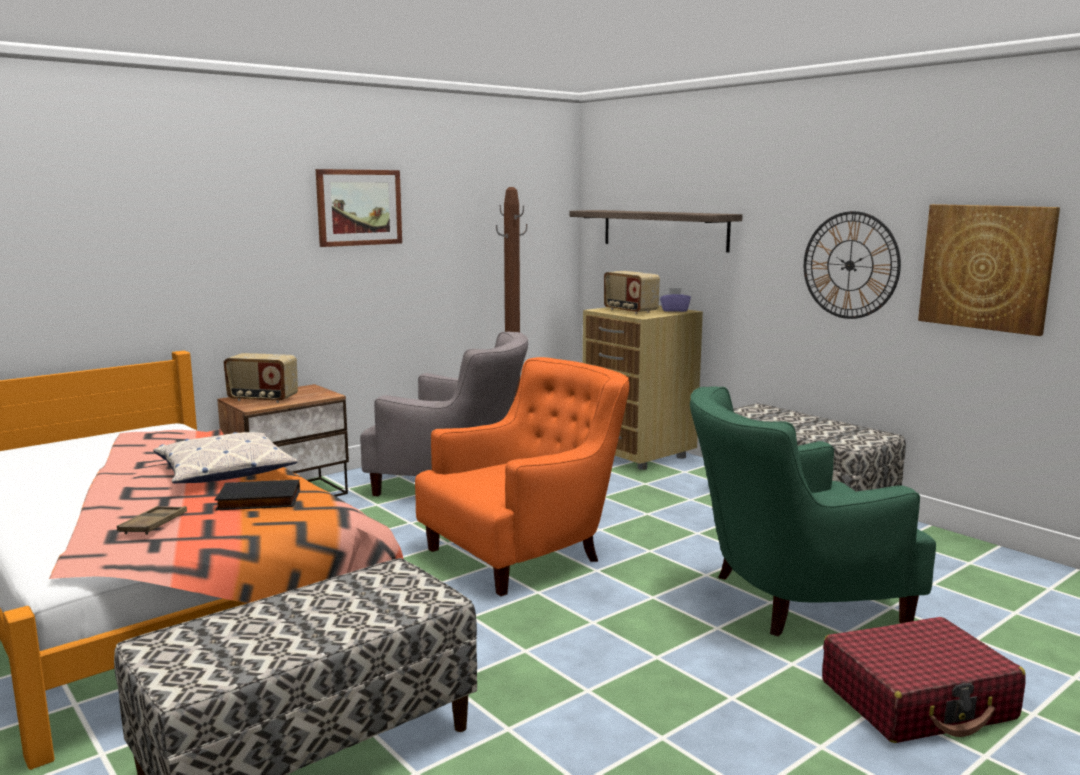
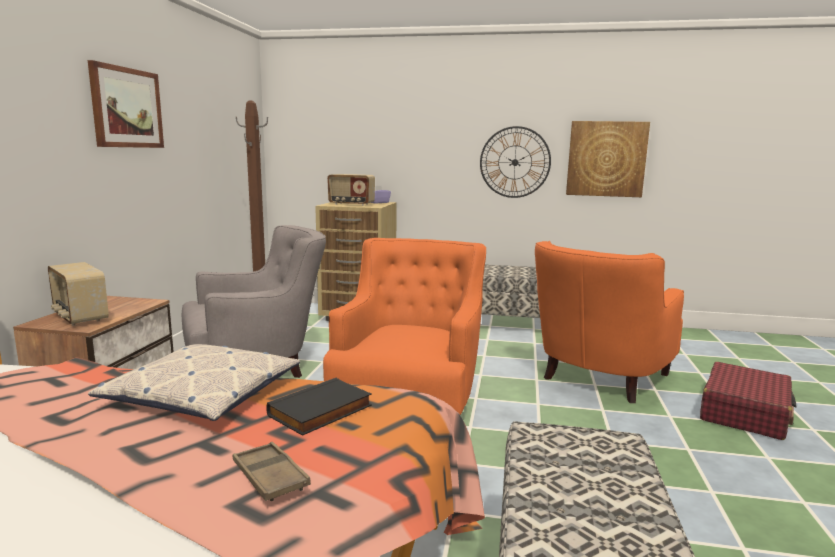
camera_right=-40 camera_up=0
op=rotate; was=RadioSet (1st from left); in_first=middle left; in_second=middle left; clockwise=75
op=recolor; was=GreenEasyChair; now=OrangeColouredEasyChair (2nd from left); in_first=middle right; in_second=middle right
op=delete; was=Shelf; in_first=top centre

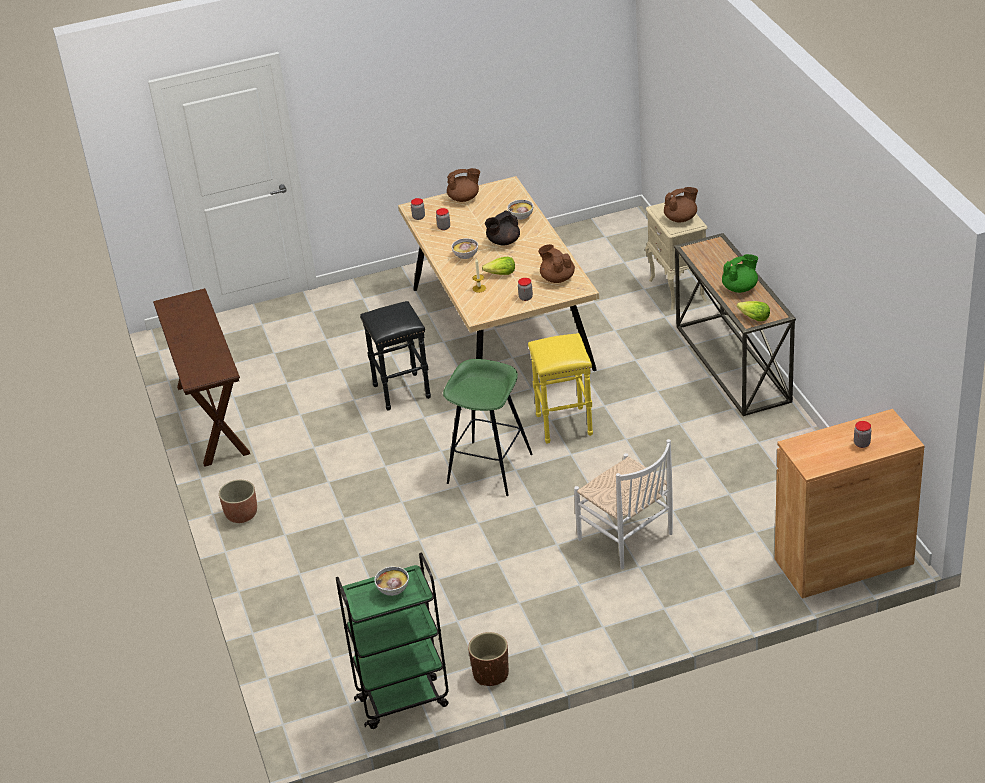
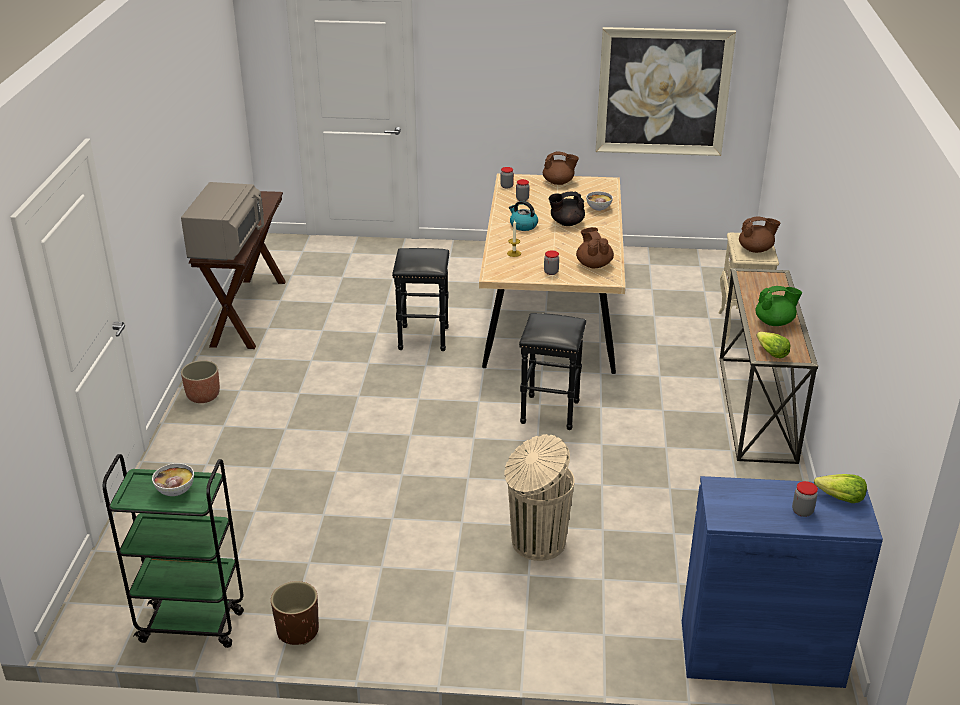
camera_right=20 camera_up=-5
op=insert; now=GrayKitchenMicrowave; in_second=top left
op=replace; was=WhitePlainChair; now=BeigeRubbishBin; in_first=centre; in_second=bottom centre
op=replace; was=Bowl (2nd from left); now=Kettle; in_first=top centre; in_second=top centre
op=recolor; was=YellowStoolSeat; now=BlackStoolSeat (2nd from left); in_first=centre; in_second=centre
op=insert; now=WallPicture; in_second=top right
op=recolor; was=BrownCupboard; now=BluishCupboard; in_first=middle right; in_second=bottom right
op=move; was=Lettuce (1st from left in the first image); now=Lettuce (2nd from left); in_first=centre; in_second=bottom right
op=delete; was=GreenStoolSeat; in_first=centre

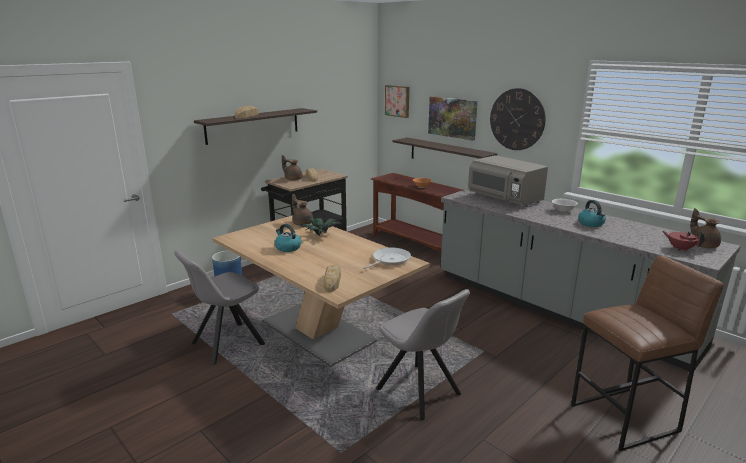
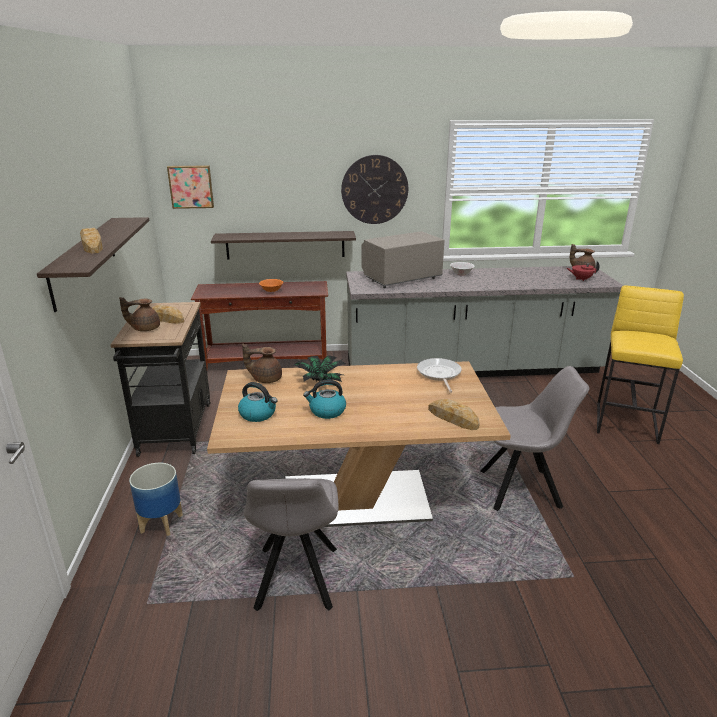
camera_right=-50 camera_up=5
op=move; was=Kettle (2nd from left in the first image); now=Kettle (1st from left); in_first=middle right; in_second=centre
op=rotate; was=GrayKitchenMicrowave; in_first=middle right; in_second=centre; clockwise=150
op=recolor; was=BrownStoolSeat; now=YellowStoolSeat; in_first=bottom right; in_second=middle right
op=delete; was=WallPicture (2nd from left); in_first=top centre

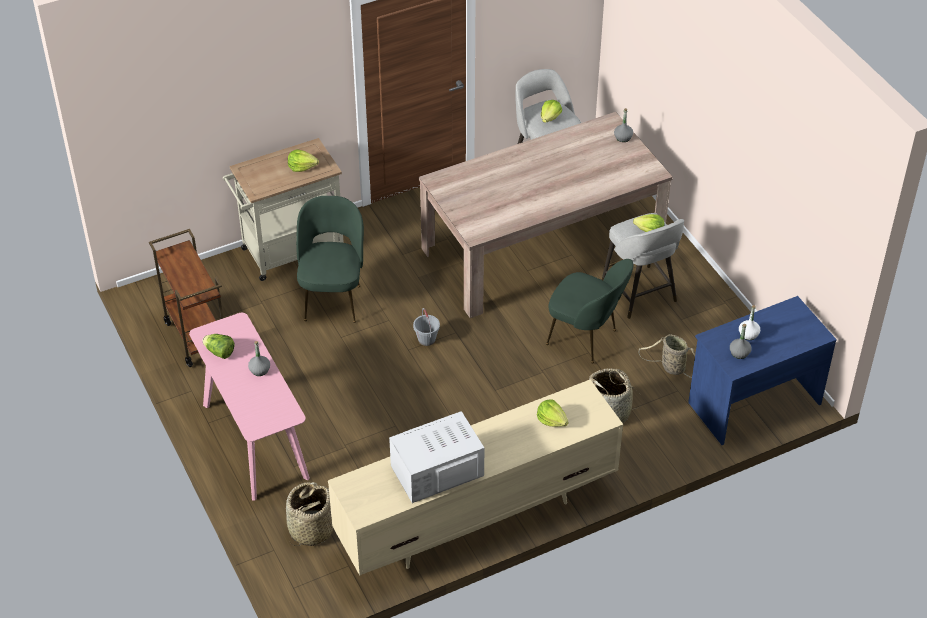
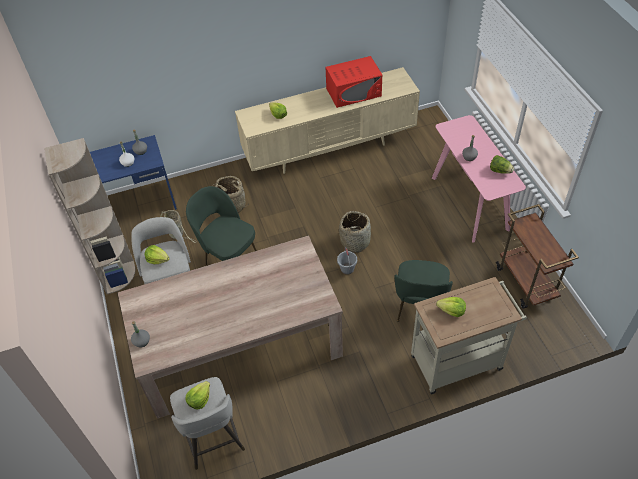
camera_right=-170 camera_up=5
op=insert; now=BeigeShelvingUnit; in_second=middle left
op=recolor; was=WhiteKitchenMicrowave; now=RedKitchenMicrowave; in_first=bottom centre; in_second=top centre
op=move; was=StorageBasket (1st from left in the first image); now=StorageBasket (3rd from left); in_first=bottom centre; in_second=centre

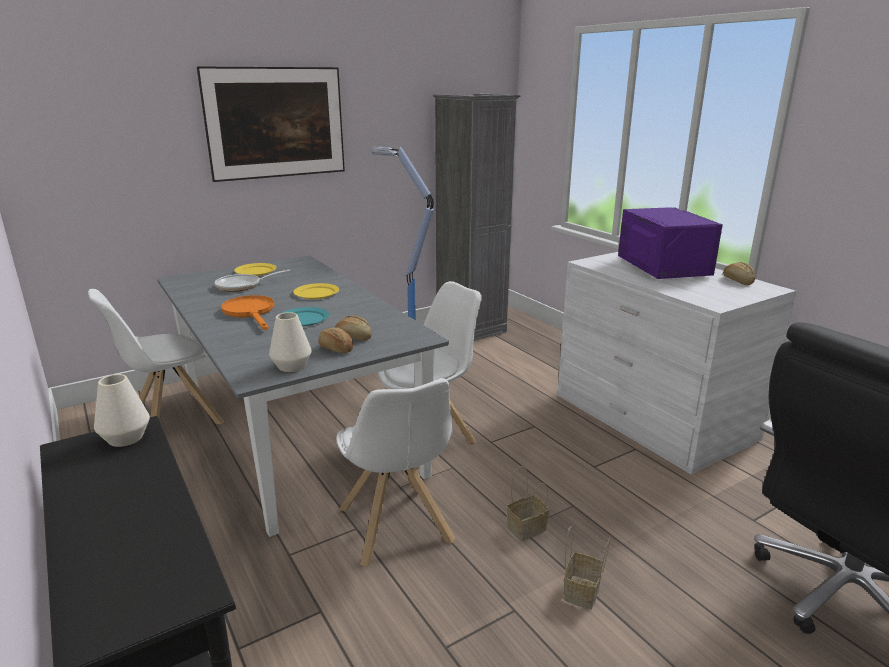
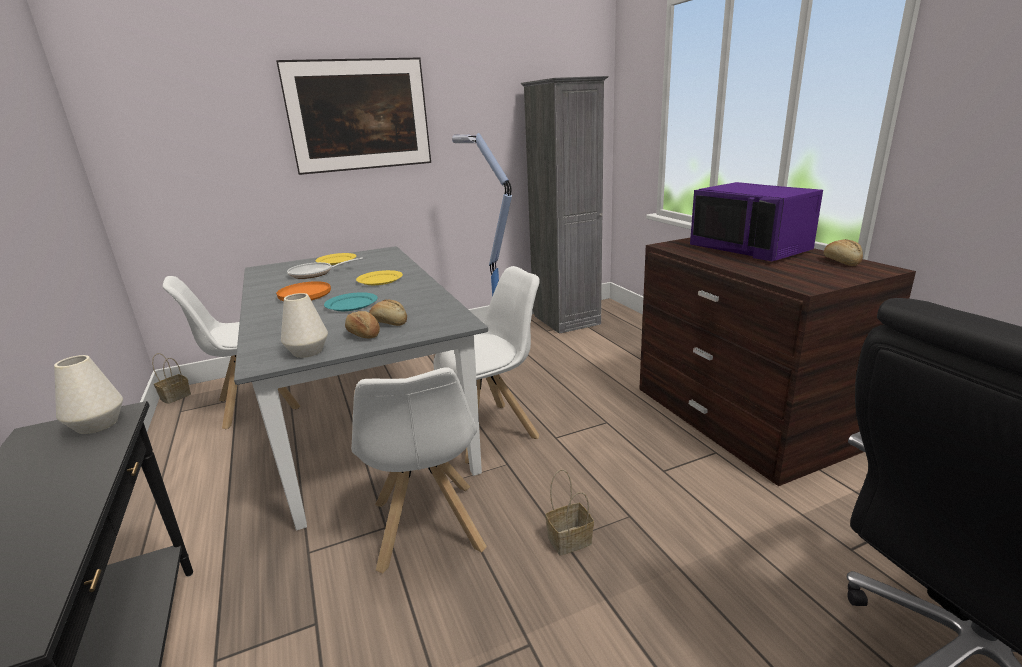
camera_right=10 camera_up=0
op=move; was=StorageBasket (2nd from left in the first image); now=StorageBasket (1st from left); in_first=bottom centre; in_second=middle left
op=recolor; was=WhiteChestOfDrawers; now=BrownChestOfDrawers; in_first=middle right; in_second=middle right
op=rotate; was=PurplishKitchenMicrowave; in_first=middle right; in_second=top right; clockwise=150

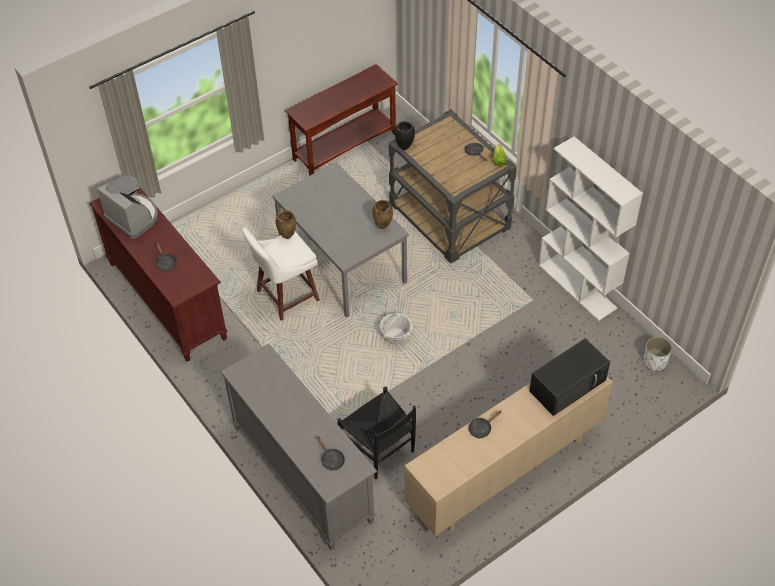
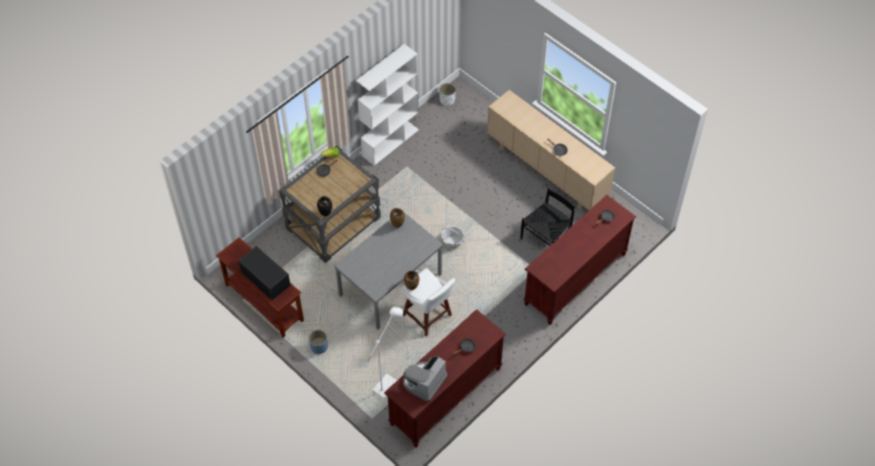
camera_right=-100 camera_up=5
op=move; was=BlackKitchenMicrowave; in_first=middle right; in_second=middle left
op=insert; now=BluishFlowerPot; in_second=bottom centre
op=insert; now=WhiteFloorLamp; in_second=bottom centre
op=recolor; was=GrayChestOfDrawers; now=RedChestOfDrawers (2nd from left); in_first=bottom centre; in_second=centre

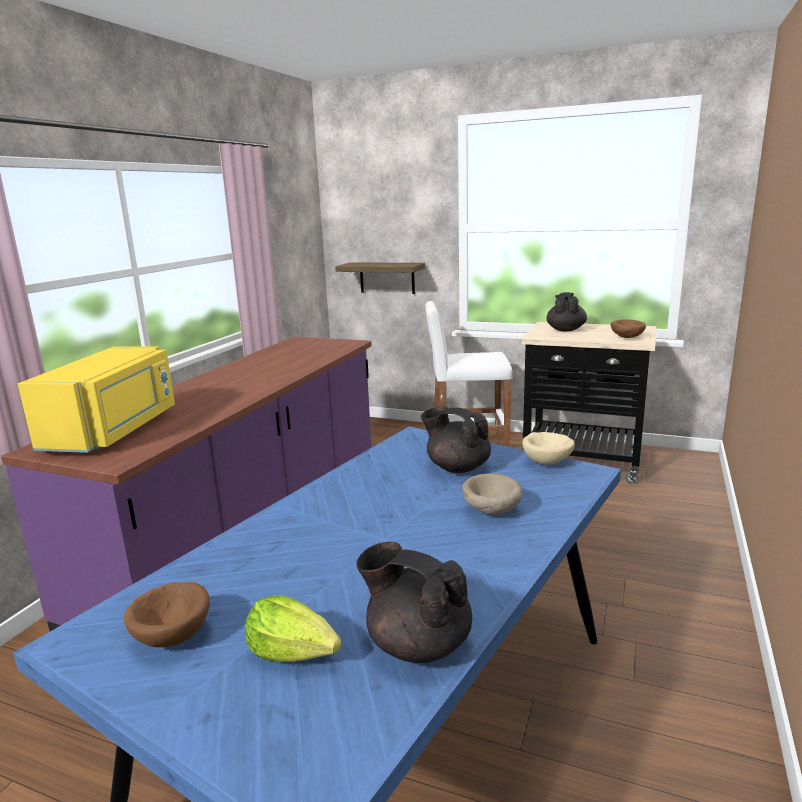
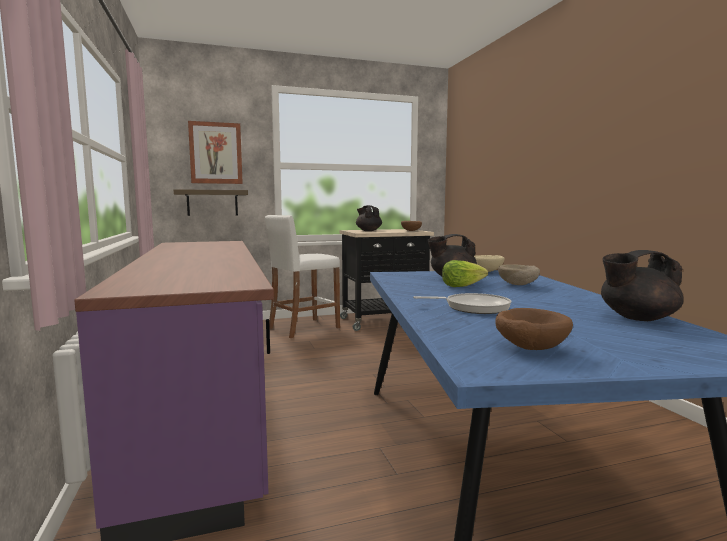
camera_right=-40 camera_up=-10
op=insert; now=WallPicture; in_second=top left
op=insert; now=Skillet; in_second=centre
op=move; was=Lettuce; in_first=bottom centre; in_second=centre
op=delete; was=YellowKitchenMicrowave; in_first=middle left

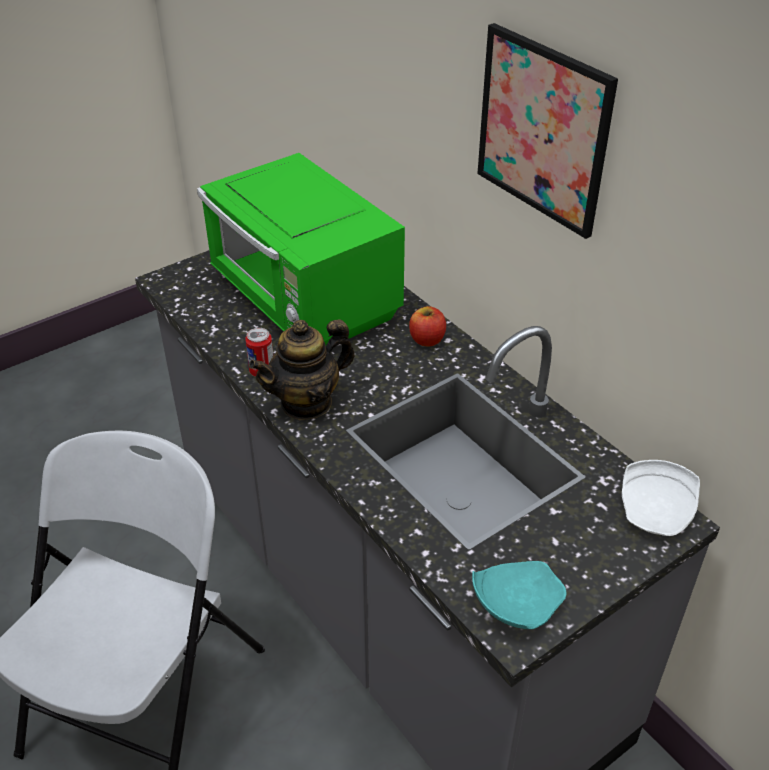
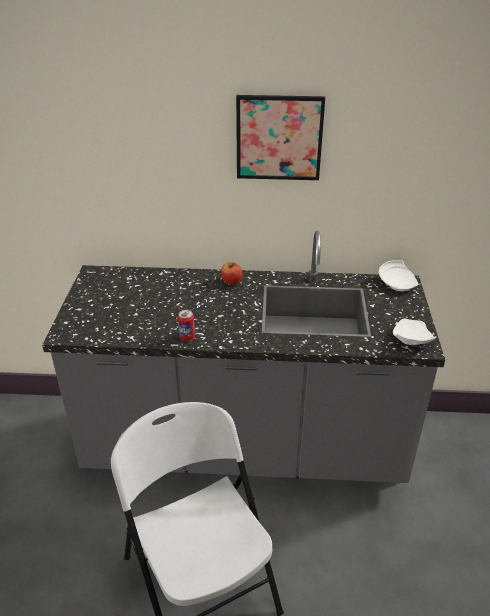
camera_right=-50 camera_up=-5
op=recolor; was=TurquoiseColouredPlate; now=WhitePlate (2nd from left); in_first=bottom right; in_second=middle right
op=delete; was=GreenKitchenMicrowave; in_first=top centre
op=delete; was=TeaPot; in_first=centre

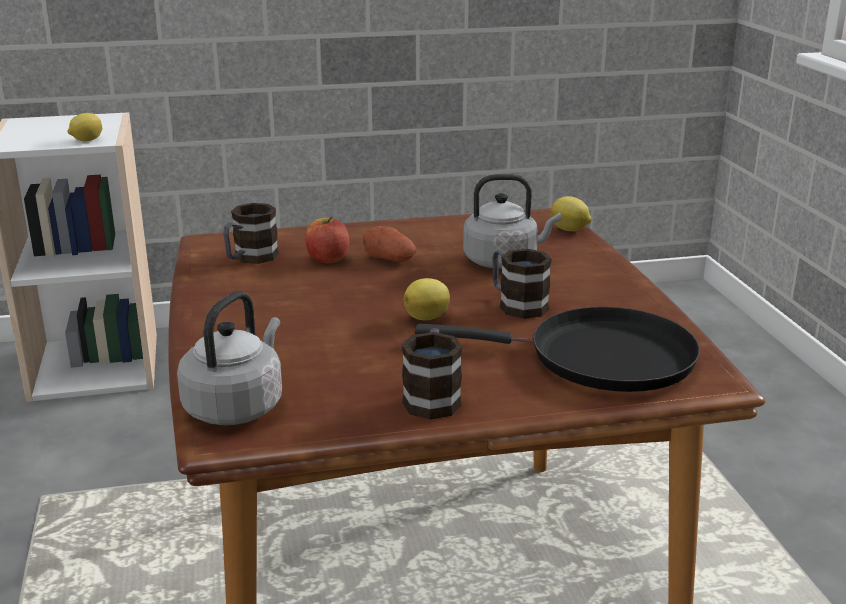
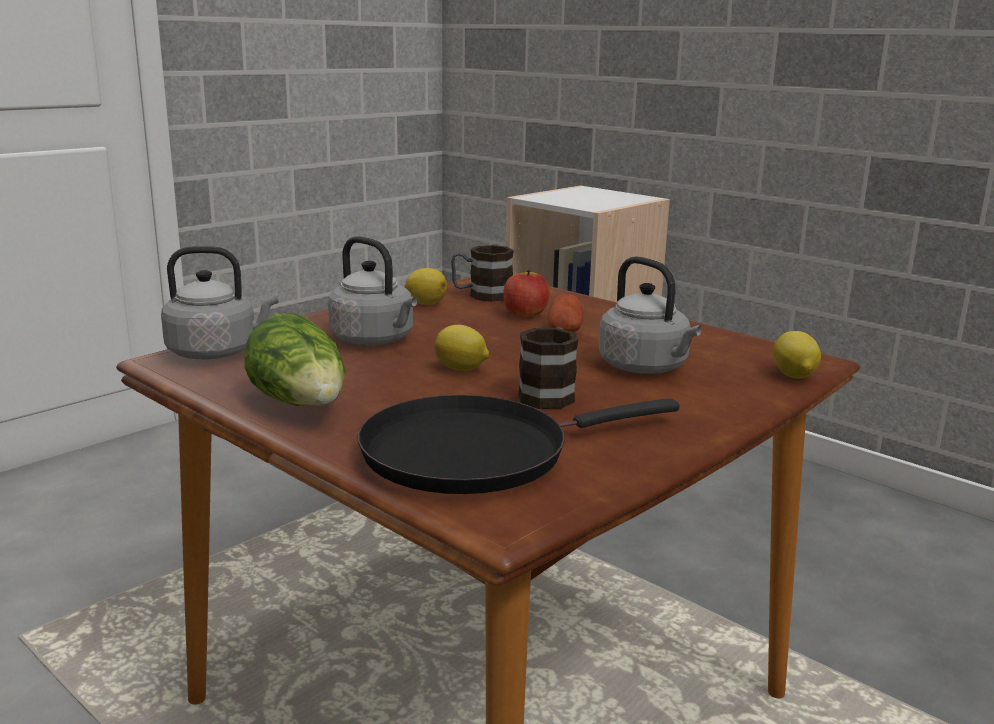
camera_right=55 camera_up=-5
op=replace; was=TeaMug (2nd from left); now=Lettuce; in_first=centre; in_second=middle left
op=insert; now=GrayKettle (2nd from left); in_second=centre
op=rotate; was=BlackSkillet; in_first=centre; in_second=centre; clockwise=90
op=move; was=Lemon (1st from left); in_first=top left; in_second=centre

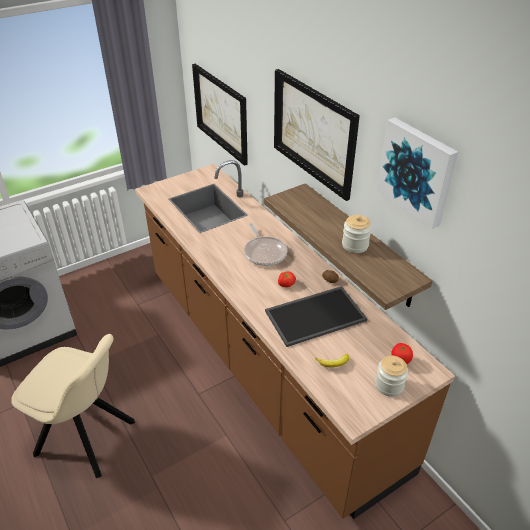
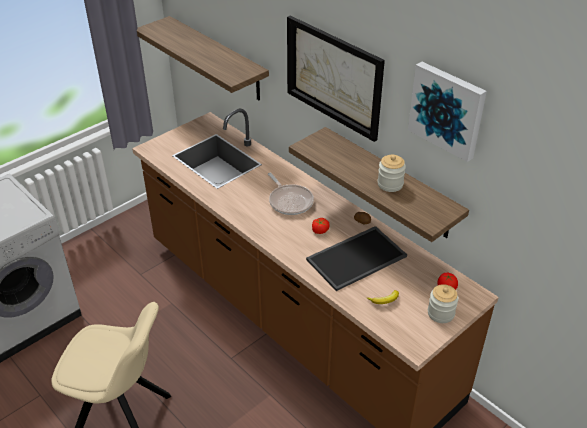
camera_right=-10 camera_up=0
op=replace; was=WallPicture (1st from left); now=Shelf (1st from left); in_first=top centre; in_second=top centre

